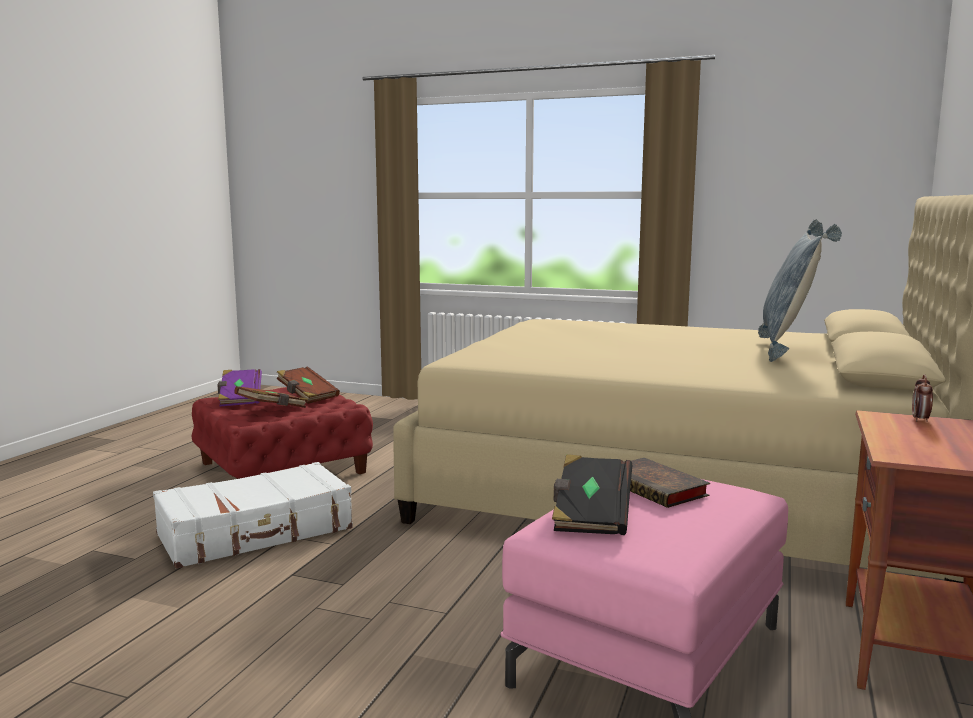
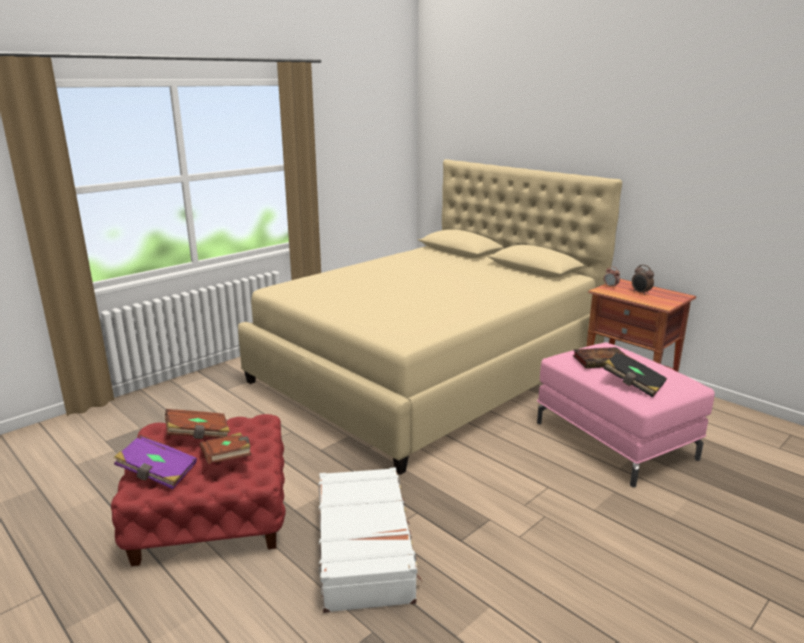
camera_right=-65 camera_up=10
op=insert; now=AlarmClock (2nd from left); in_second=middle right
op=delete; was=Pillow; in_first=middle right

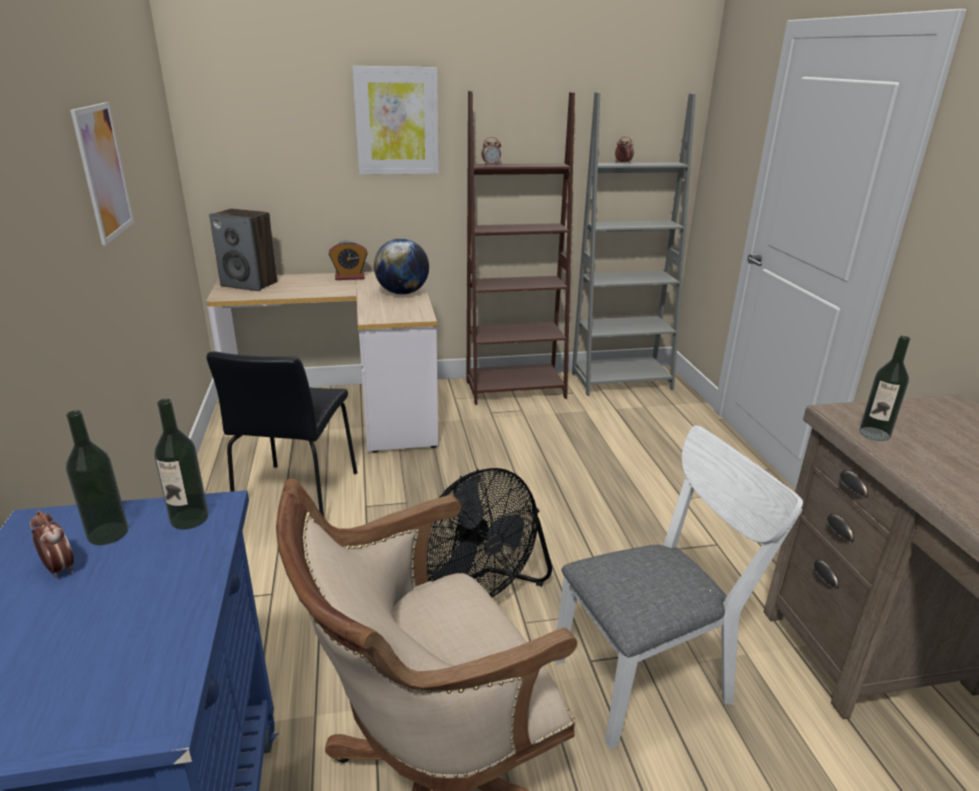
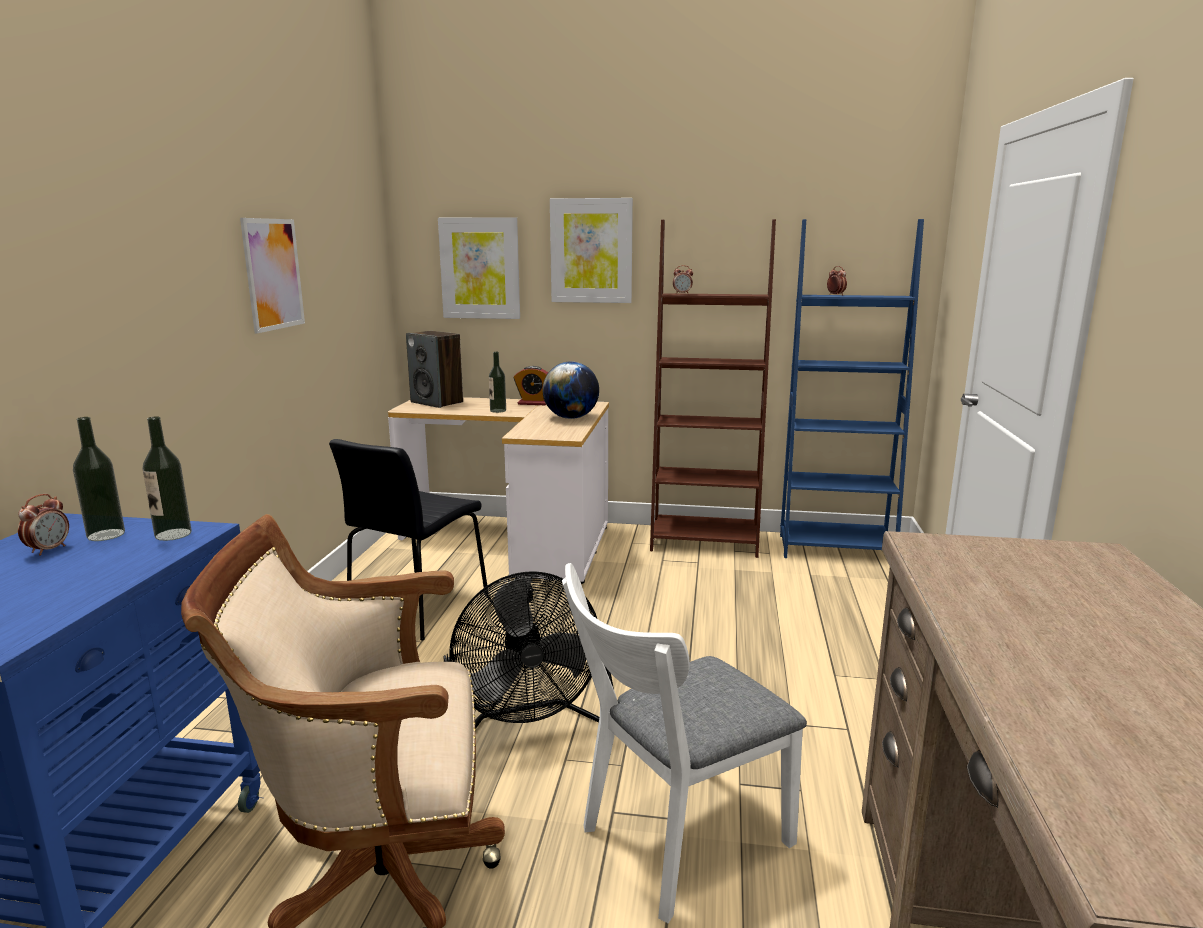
camera_right=20 camera_up=-10
op=rotate; was=AlarmClock (1st from left); in_first=bottom left; in_second=middle left; clockwise=45
op=insert; now=WallPicture (2nd from left); in_second=top centre
op=move; was=DrinkBottle (3rd from left); in_first=middle right; in_second=centre
op=rotate; was=WhitePlainChair; in_first=bottom right; in_second=bottom centre; clockwise=150
op=recolor; was=GrayShelvingUnit; now=BluishShelvingUnit; in_first=top centre; in_second=middle right

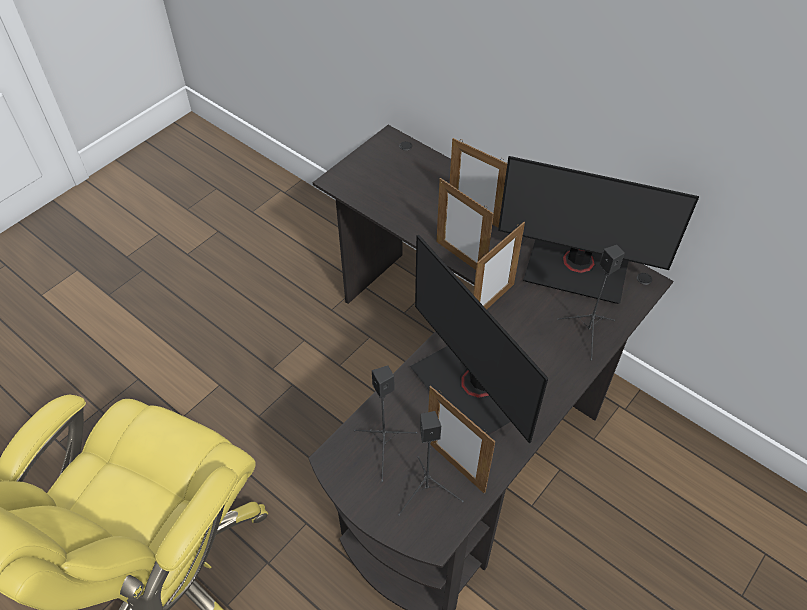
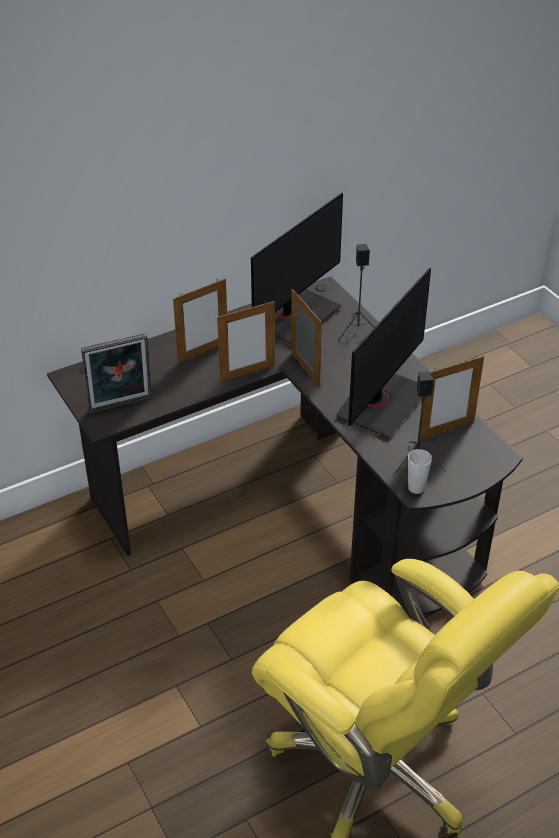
camera_right=-70 camera_up=-10
op=insert; now=PictureFrame (1st from left); in_second=middle left
op=rotate; was=ComputerDisplay (1st from left in the first image); in_first=centre; in_second=middle right; clockwise=-45
op=insert; now=SmallCup; in_second=middle right
op=delete; was=BlackSpeaker (2nd from left); in_first=bottom centre

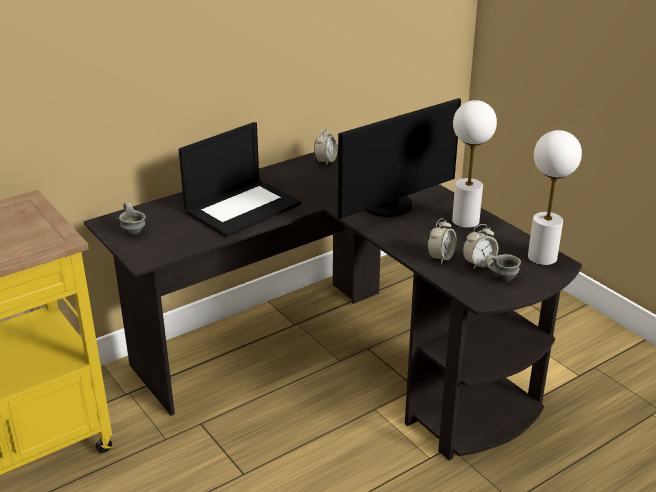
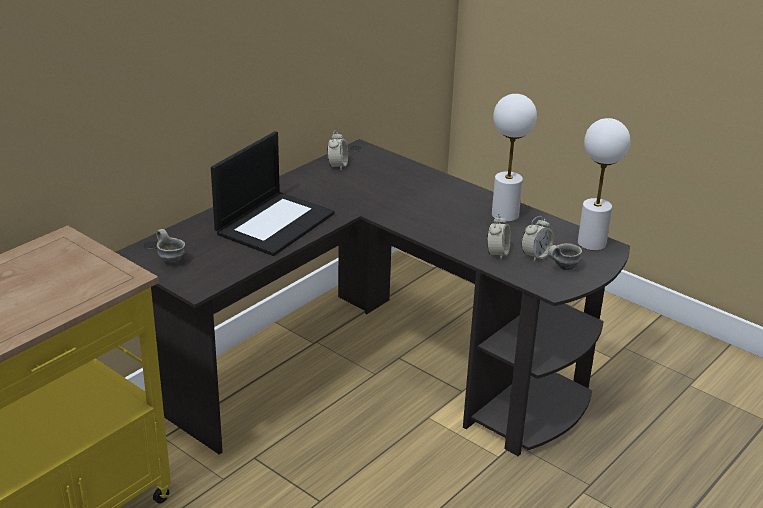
camera_right=-15 camera_up=0
op=delete; was=ComputerDisplay; in_first=top centre

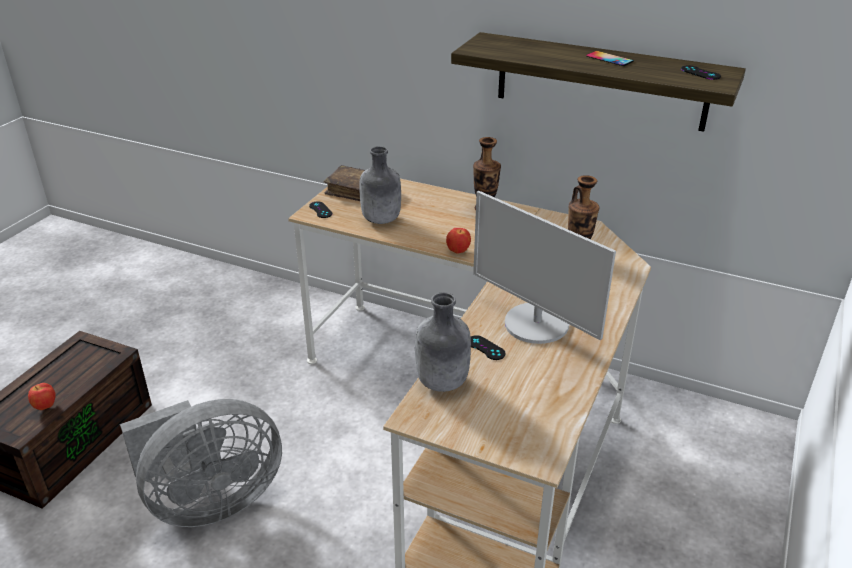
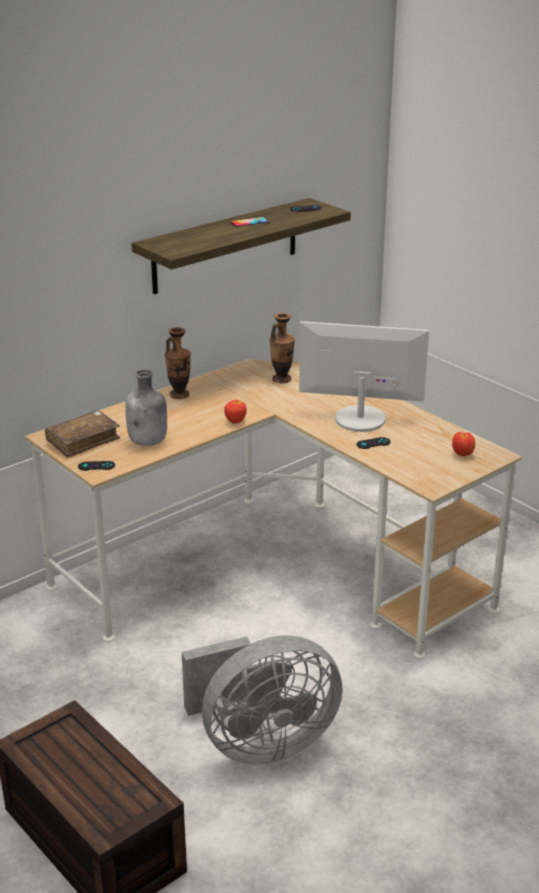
camera_right=-65 camera_up=-5
op=rotate; was=GrayElectricFan; in_first=bottom left; in_second=bottom centre; clockwise=75
op=rotate; was=ComputerDisplay; in_first=centre; in_second=middle right; clockwise=-150
op=move; was=Apple (1st from left in the first image); now=Apple (2nd from left); in_first=bottom left; in_second=middle right
op=delete; was=GrayDrinkBottle (2nd from left); in_first=centre

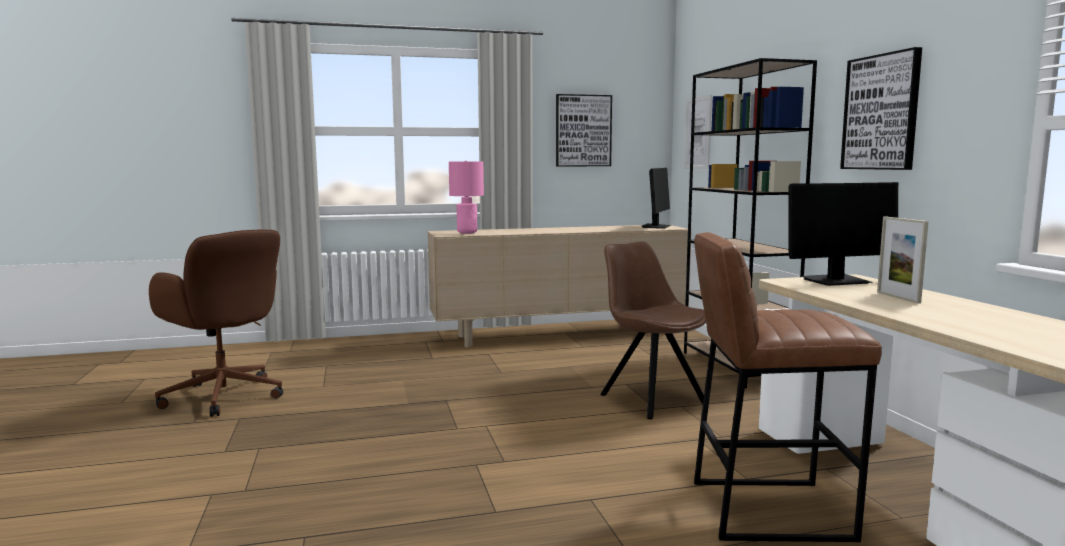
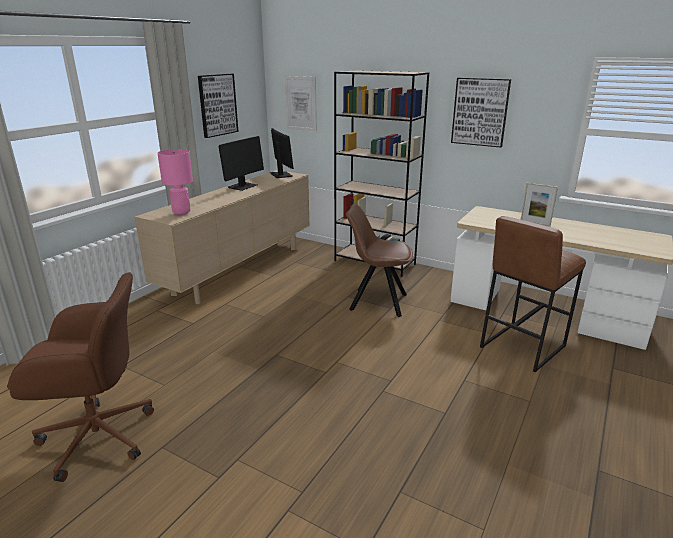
camera_right=-45 camera_up=15
op=move; was=ComputerDisplay (2nd from left in the first image); now=ComputerDisplay (1st from left); in_first=middle right; in_second=top centre

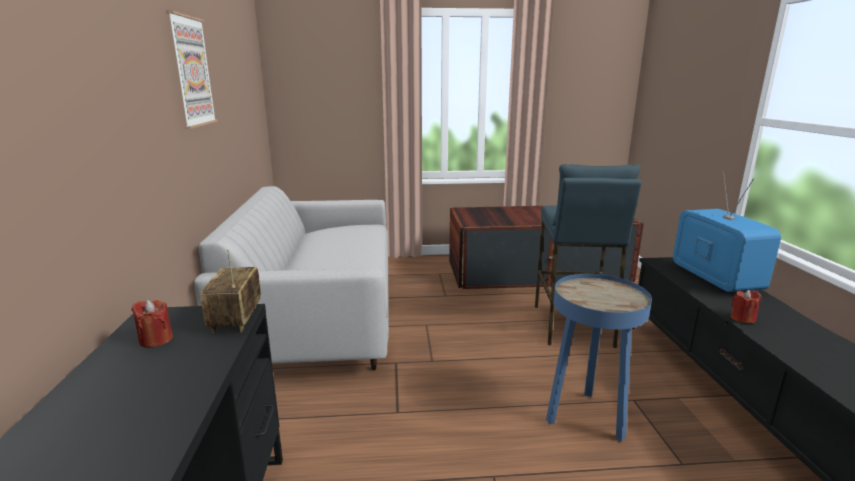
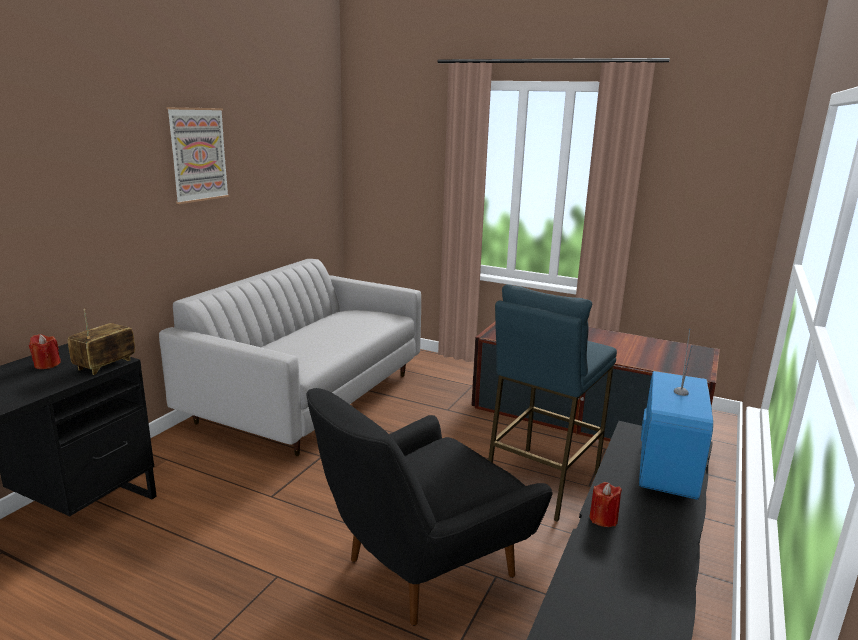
camera_right=30 camera_up=0
op=replace; was=BluishSideTable; now=BlackEasyChair; in_first=bottom right; in_second=bottom centre

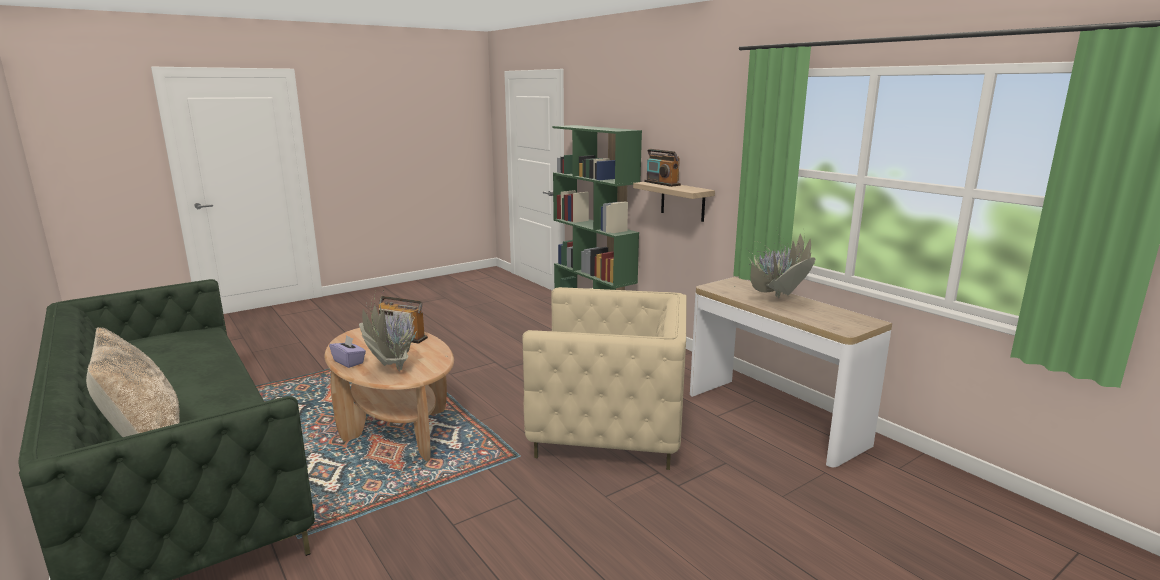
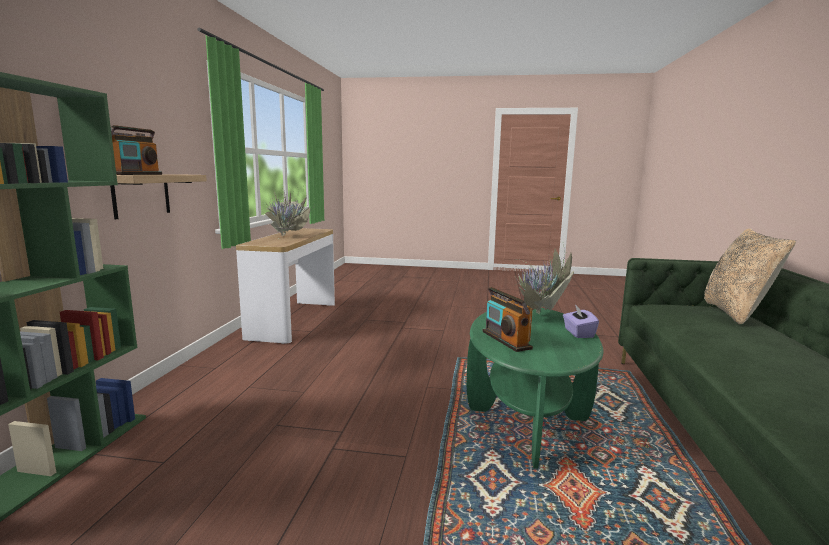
camera_right=-135 camera_up=-5
op=recolor; was=BrownLowTable; now=GreenLowTable; in_first=bottom centre; in_second=bottom centre
op=delete; was=BeigeEasyChair; in_first=centre

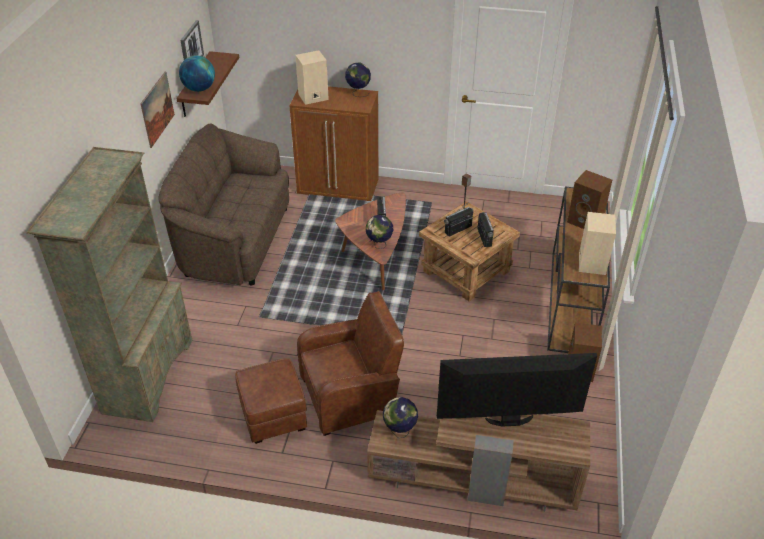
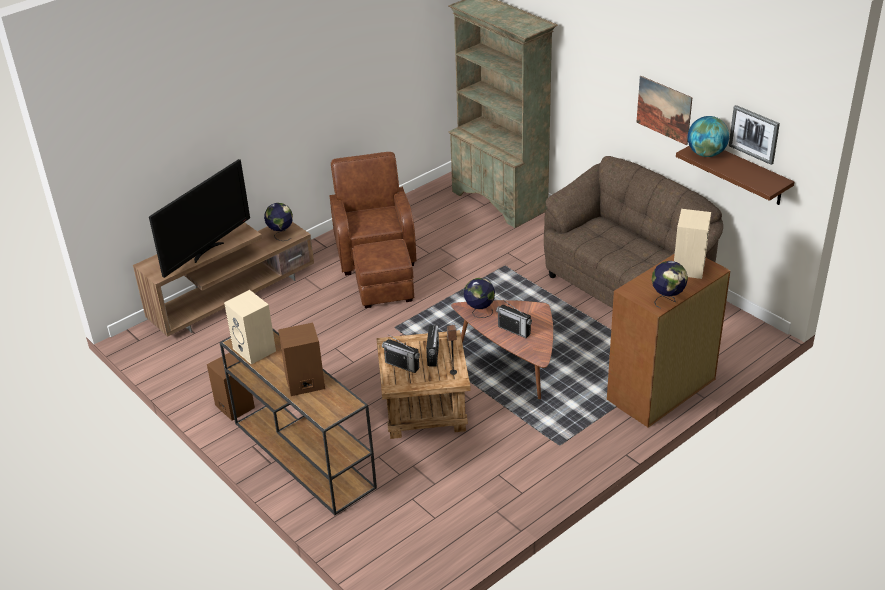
camera_right=130 camera_up=-5
op=rotate; was=BrownEasyChair; in_first=bottom centre; in_second=centre; clockwise=150

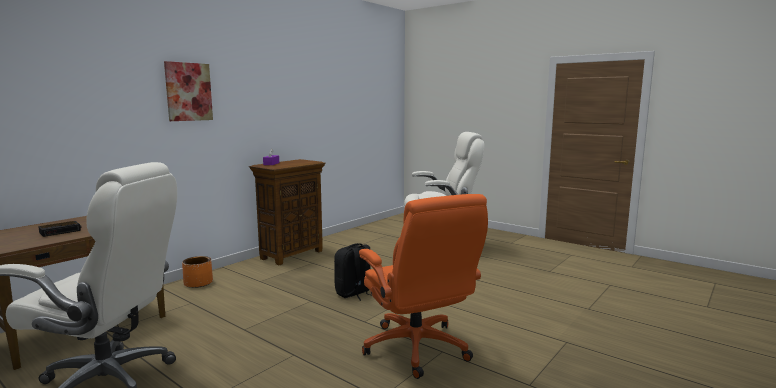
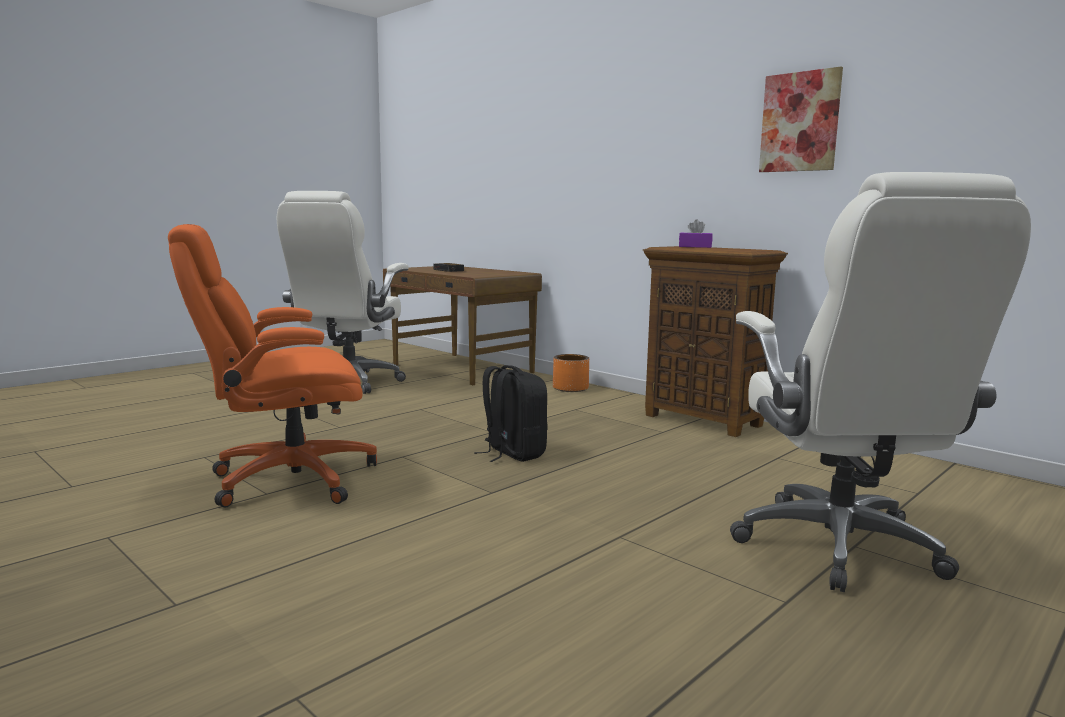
camera_right=95 camera_up=0
op=move; was=WallPicture; in_first=top left; in_second=top right

